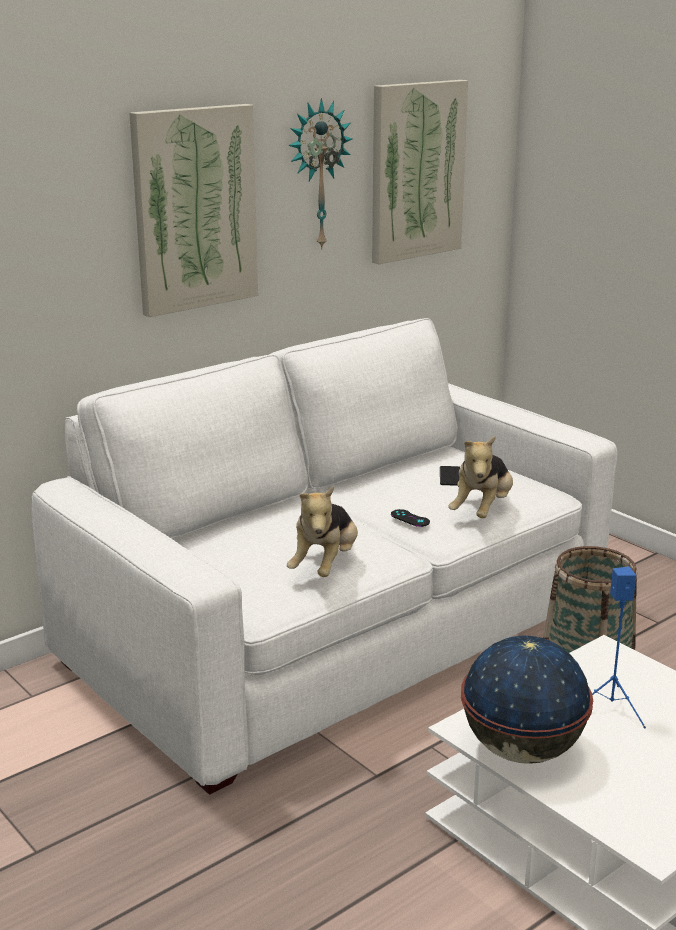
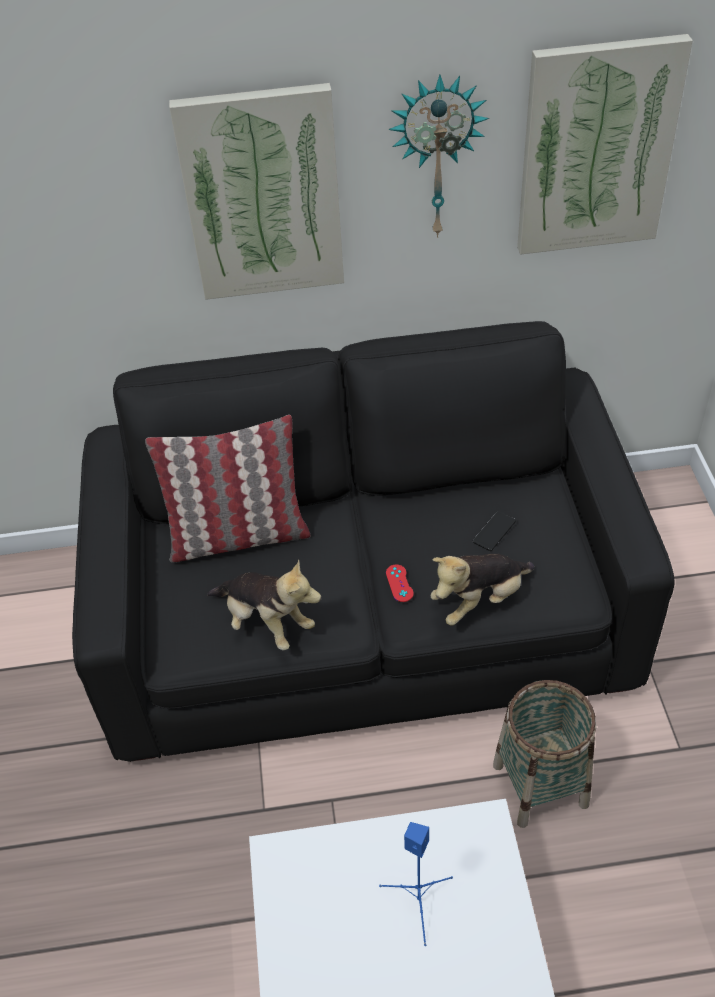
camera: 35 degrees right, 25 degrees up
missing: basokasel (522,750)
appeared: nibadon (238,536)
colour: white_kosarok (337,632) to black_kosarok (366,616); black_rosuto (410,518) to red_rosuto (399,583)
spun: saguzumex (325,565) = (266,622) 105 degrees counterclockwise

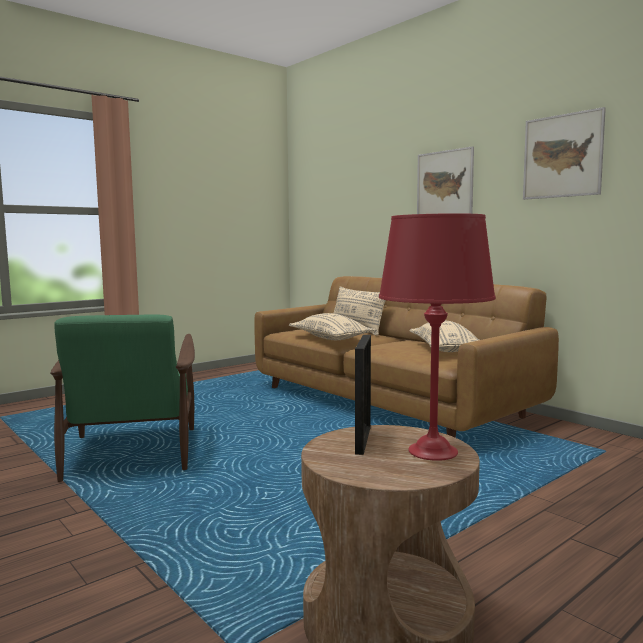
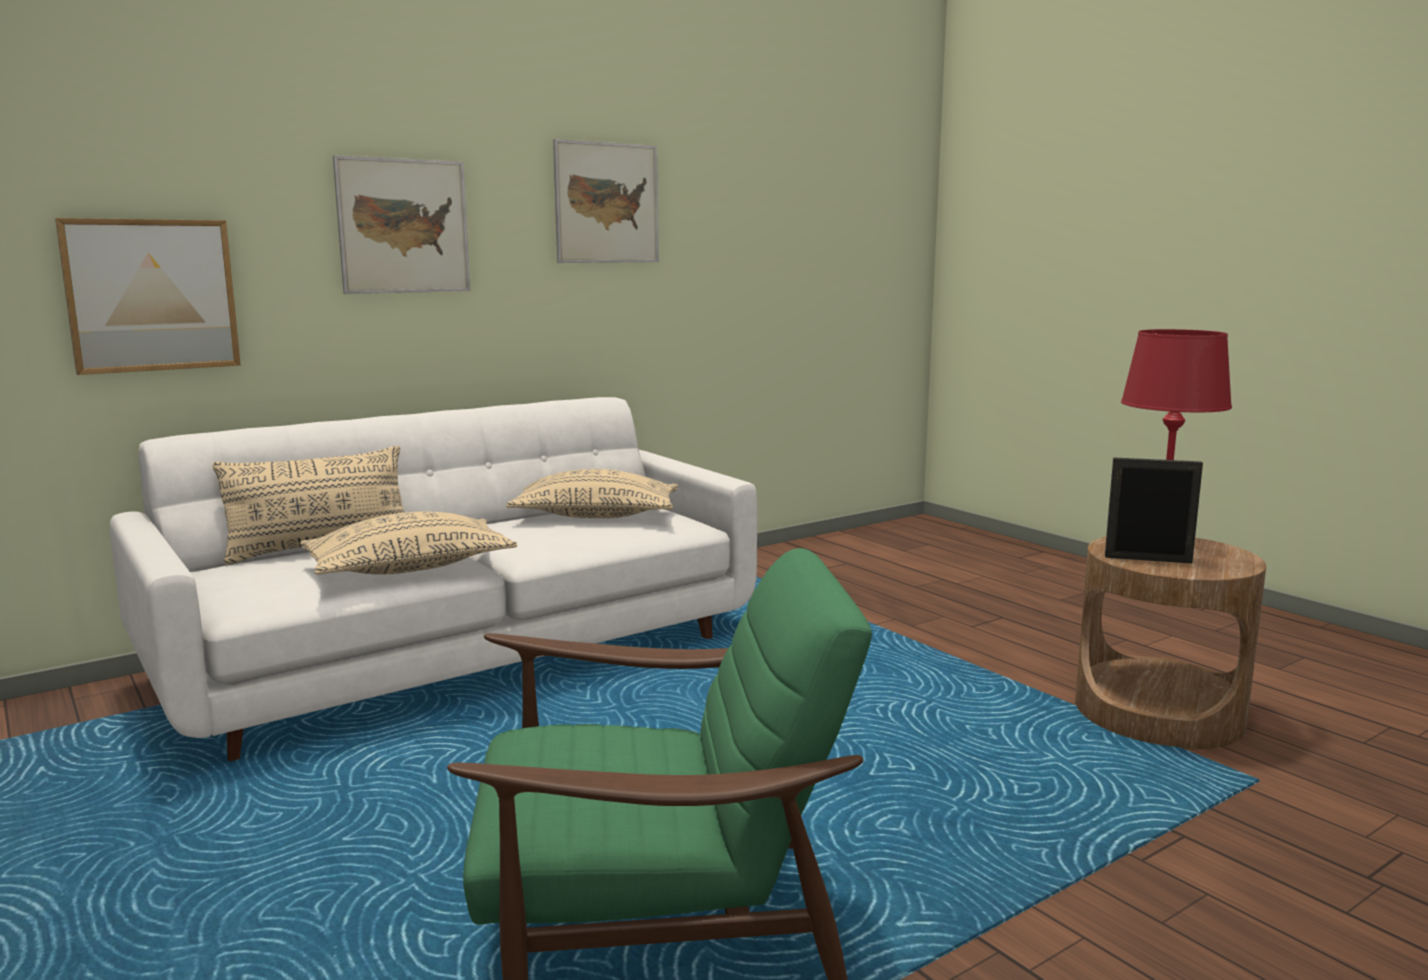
camera: 85 degrees left, 5 degrees up
appeared: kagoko (151,295)
colour: brown_kosarok (389,401) to white_kosarok (460,655)

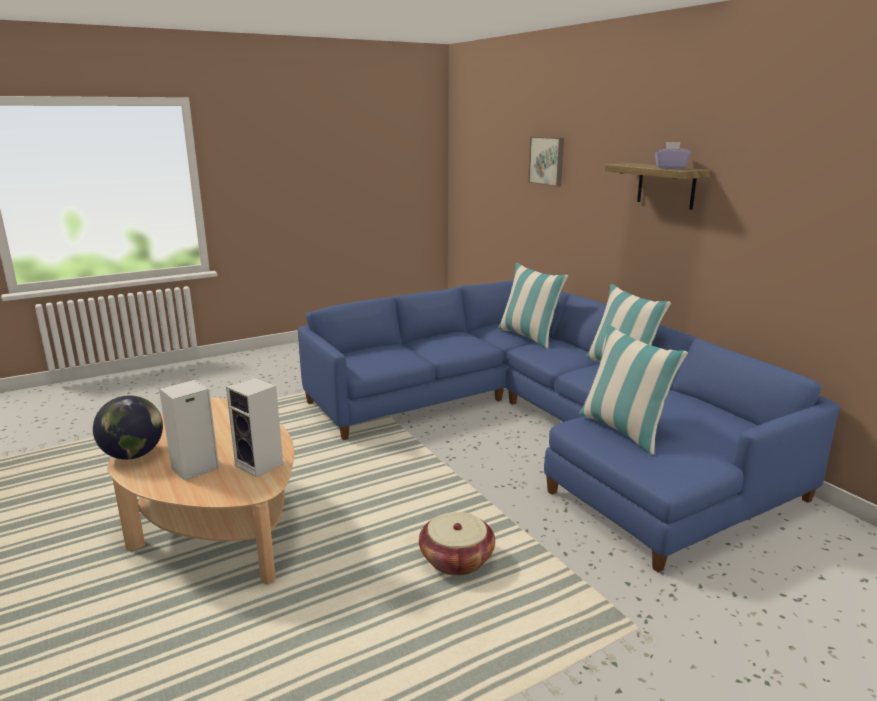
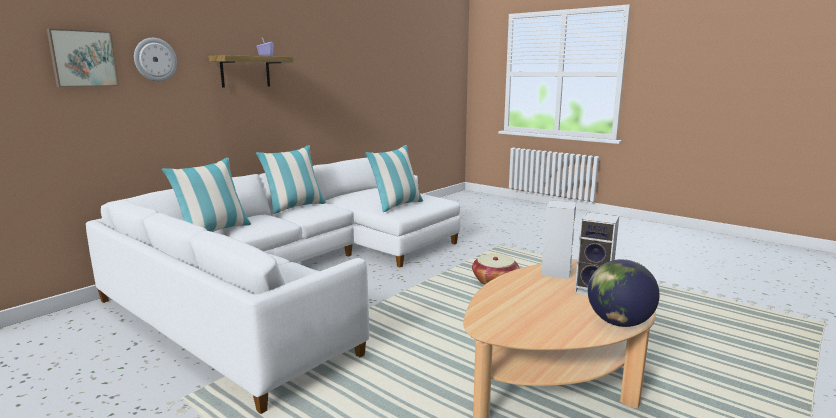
camera: 110 degrees left, 5 degrees down
appeared: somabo (155,59)
colour: blue_kosarok (542,426) to white_kosarok (298,276)

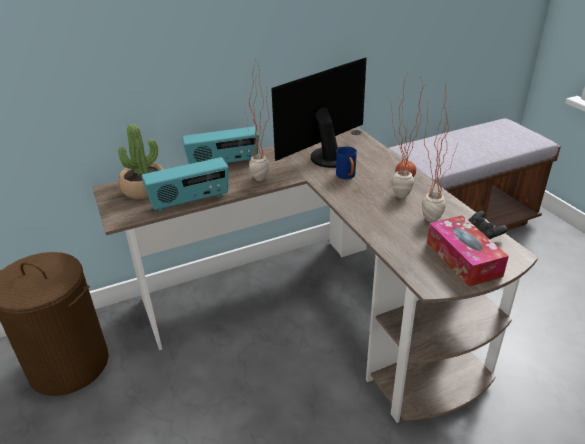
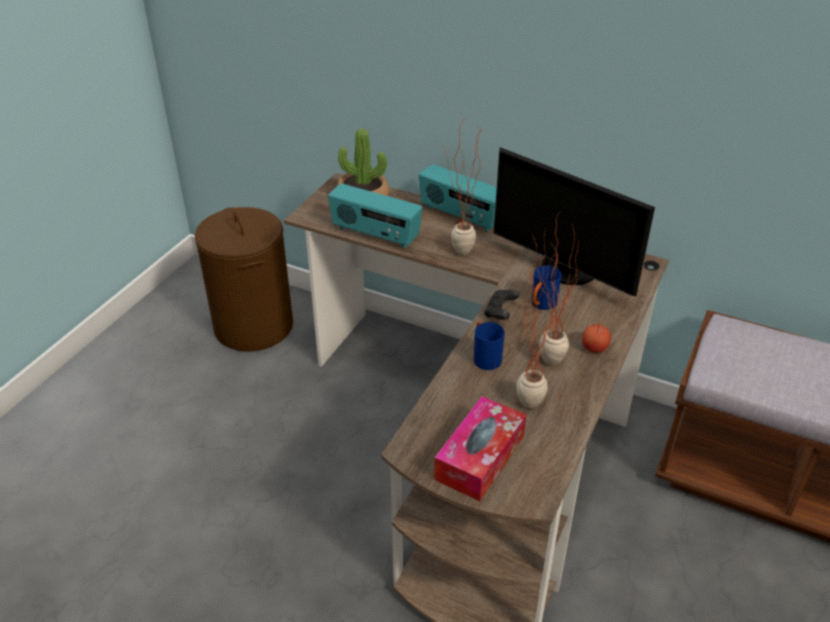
camera: 50 degrees right, 5 degrees up
appeared: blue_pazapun (484,357)
relocated: black_rosuto (484,233) to (500,312)
spun: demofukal (327,156) = (566,271) 150 degrees counterclockwise

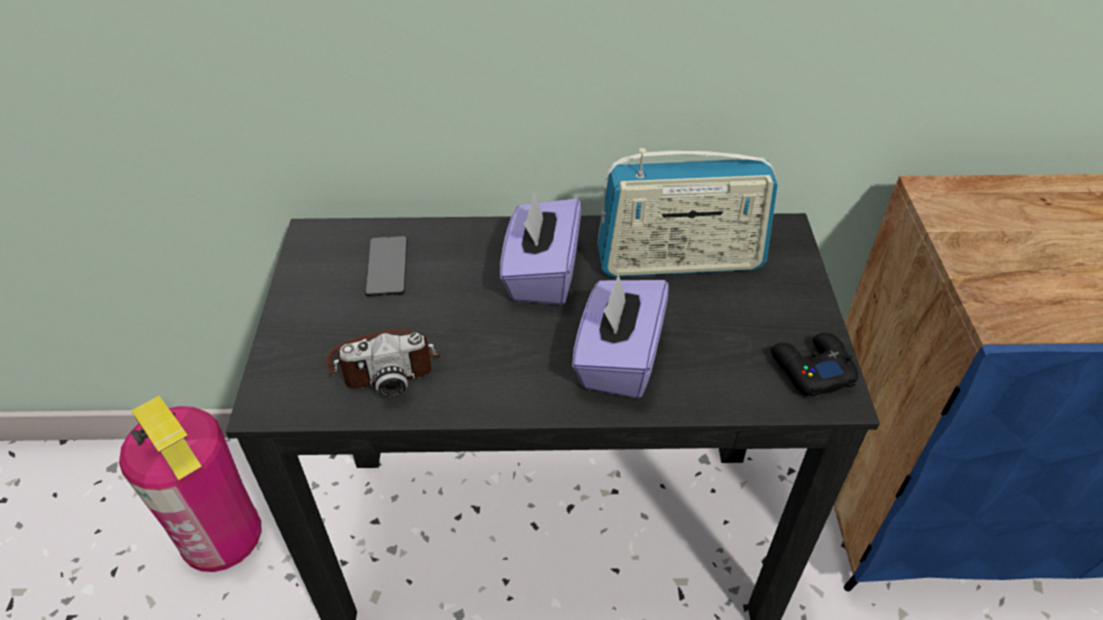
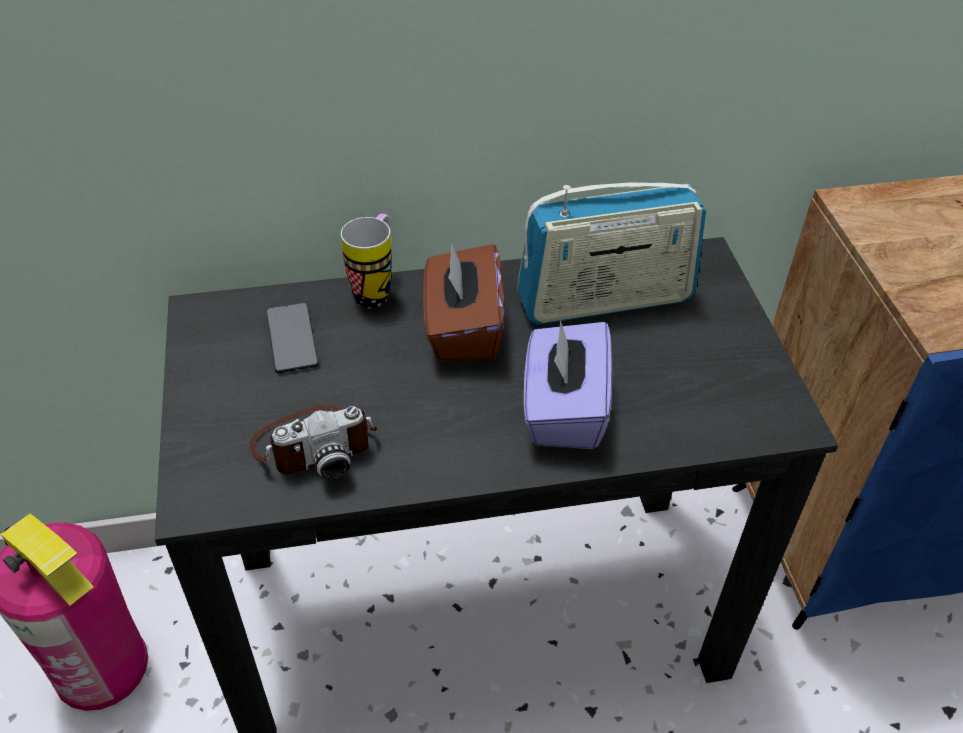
camera: 10 degrees left, 0 degrees up
missing: black_rosuto (811,369)
appeared: pazapun (376,289)
colour: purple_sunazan (541,274) to brown_sunazan (462,329)

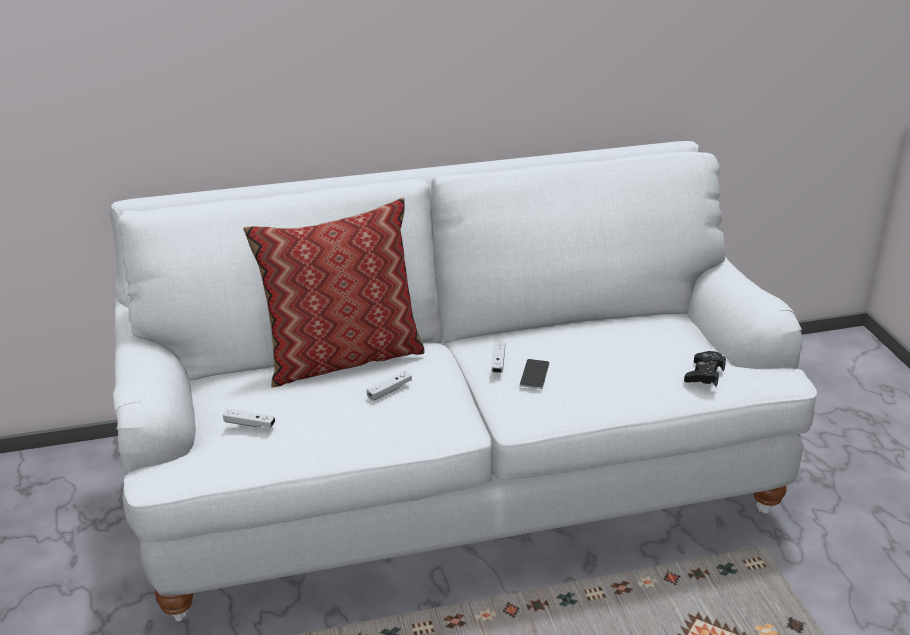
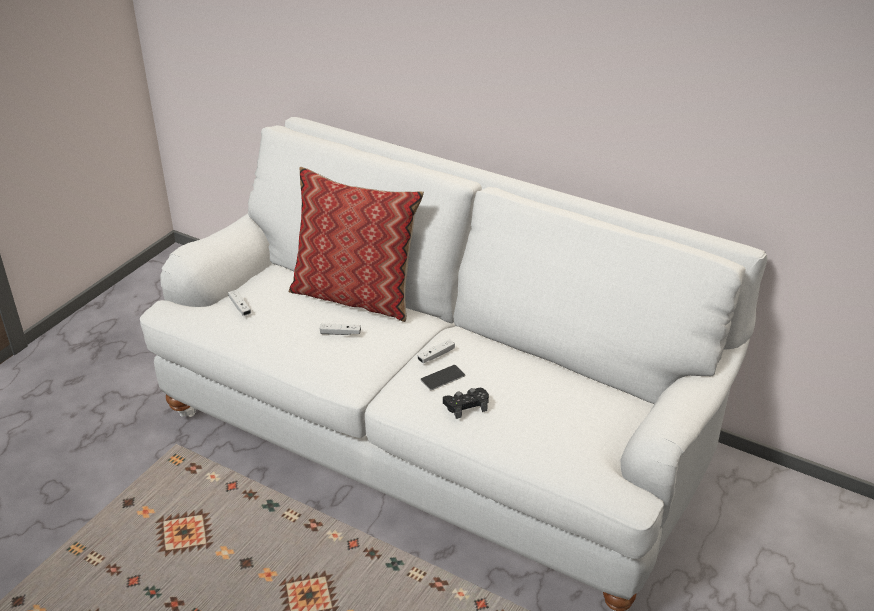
camera: 45 degrees right, 5 degrees up
relocated: black_rosuto (704,374) to (466,406)

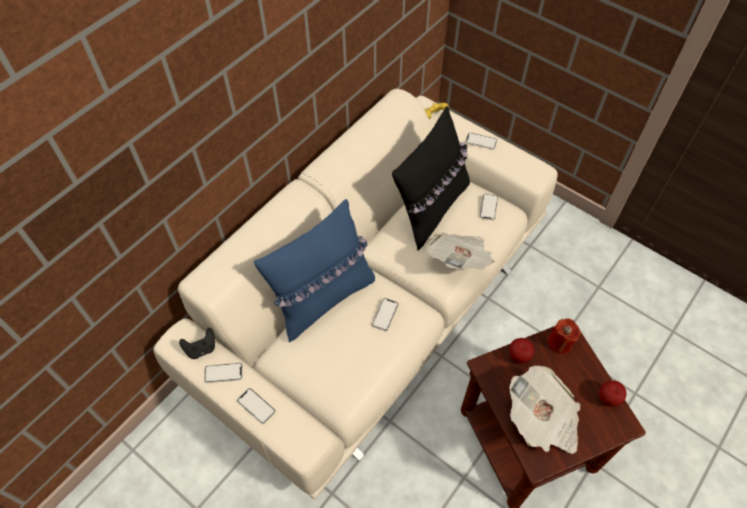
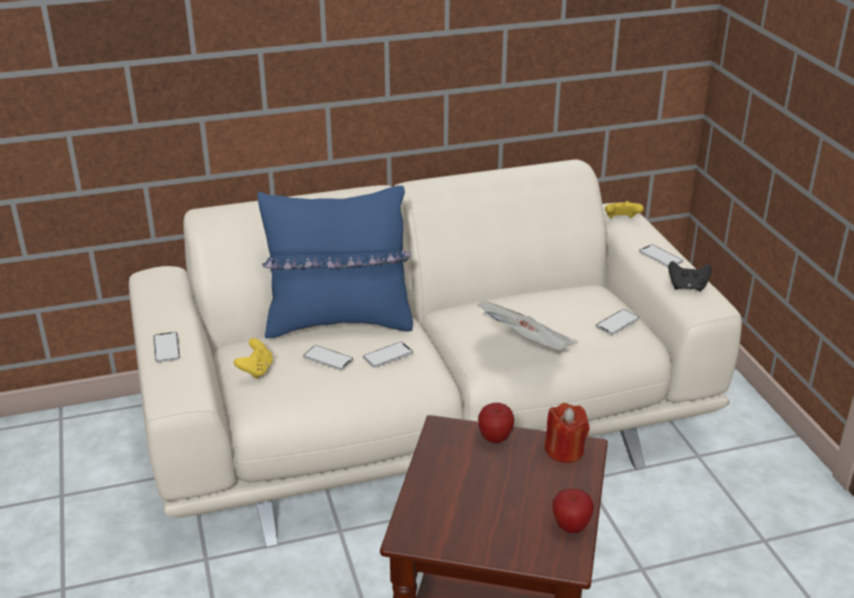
camera: 35 degrees right, 25 degrees down
missing: black_nibadon (430,208); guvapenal (542,420)
appeared: yellow_rosuto (256,370)
relocated: black_rosuto (201,349) to (687,287); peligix (223,373) to (328,359)

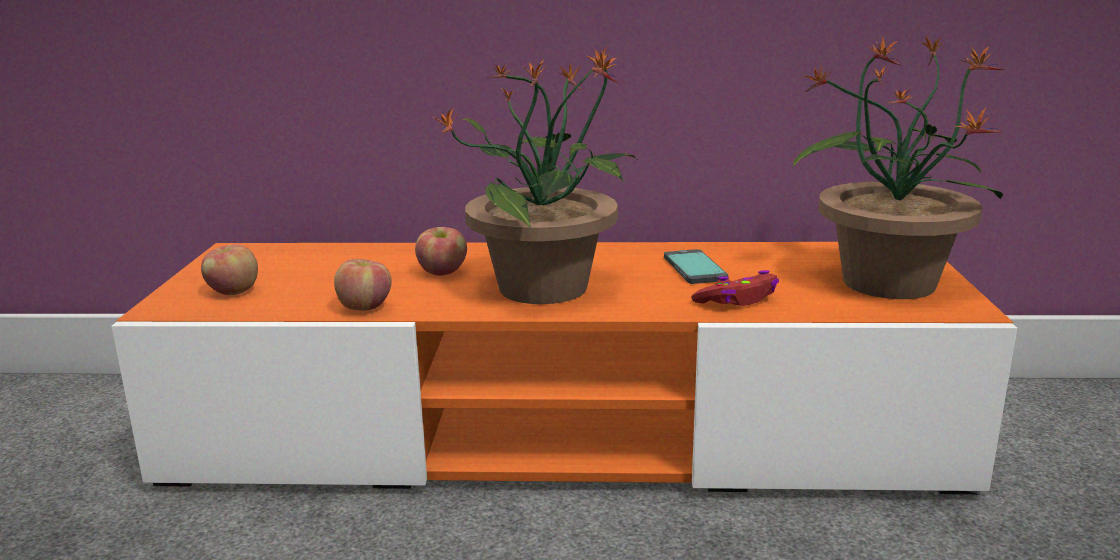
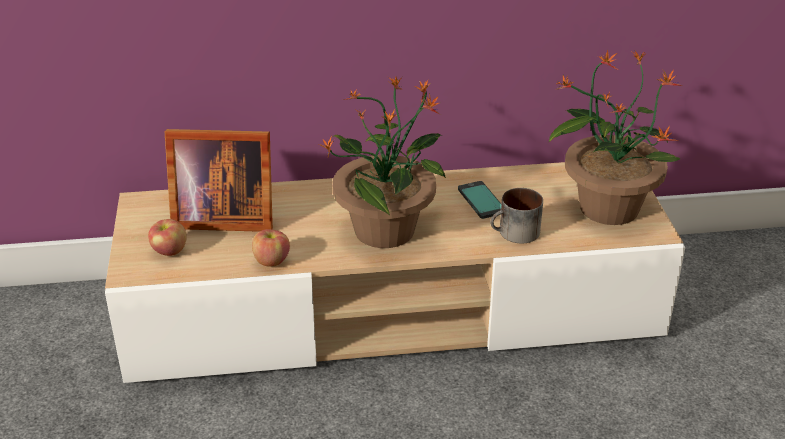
camera: 10 degrees left, 15 degrees up
missing: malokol (442,272)
appeared: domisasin (221,217)
exchanged: red_rosuto (738,300) to pazapun (515,234)
colour: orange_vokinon (562,434) to beige_vokinon (392,311)

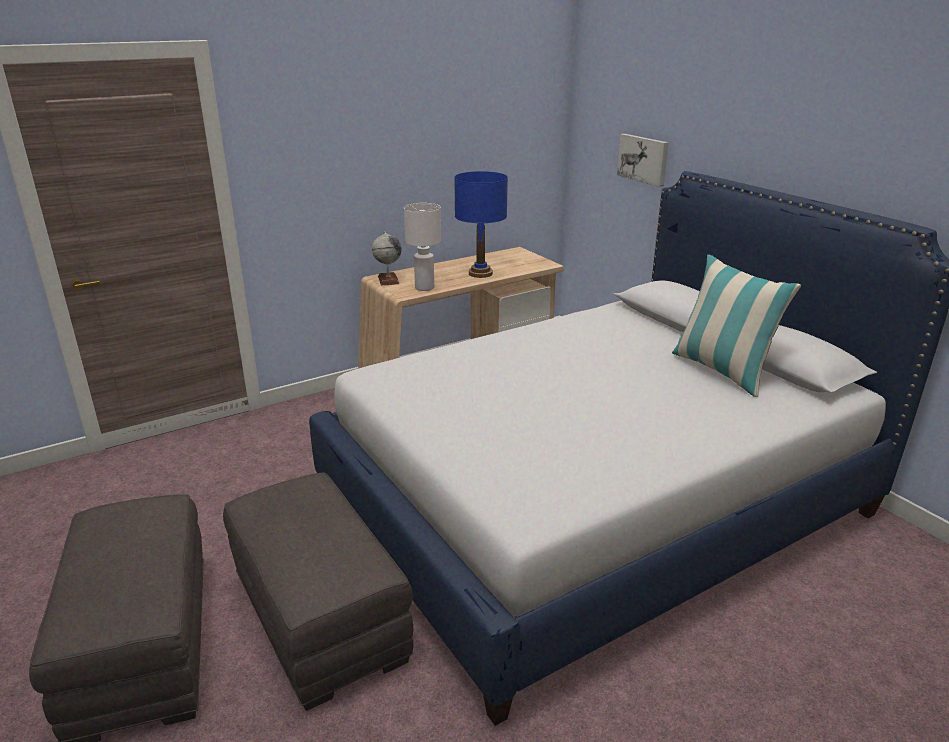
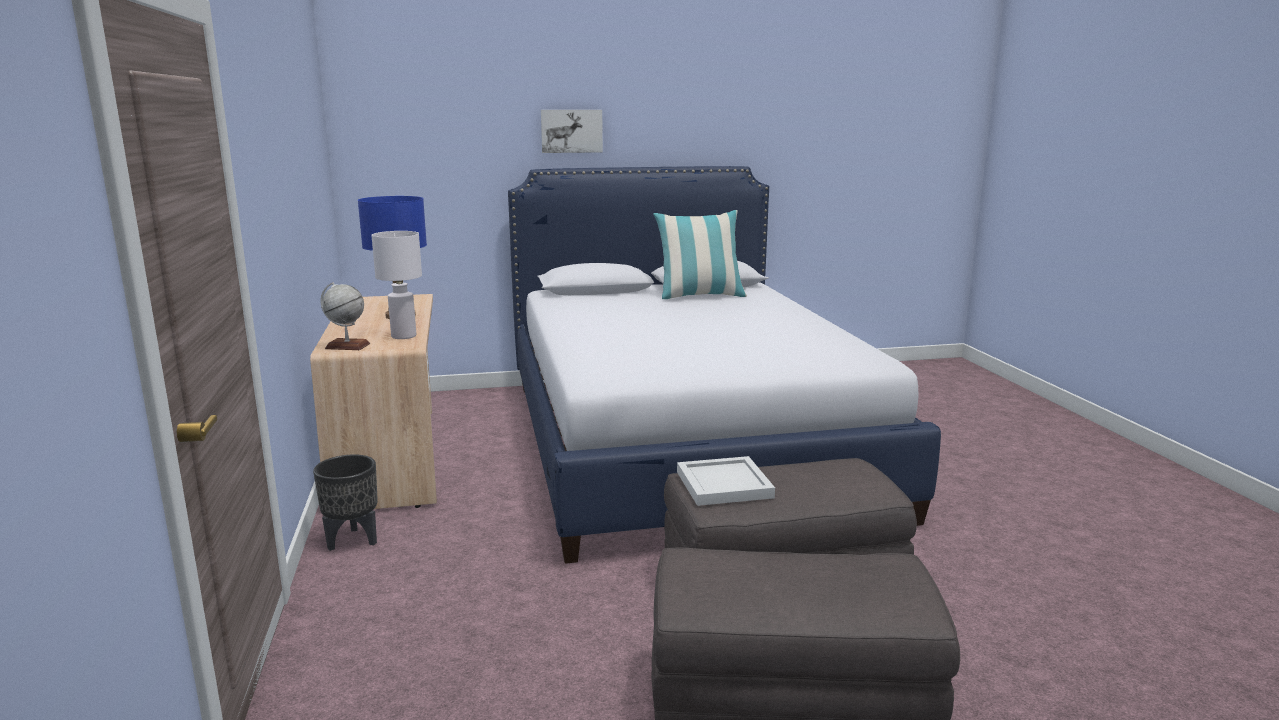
camera: 70 degrees left, 10 degrees down
appeared: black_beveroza (353,541); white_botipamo (723,485)
relocated: kagoko (644,159) to (571,131)

